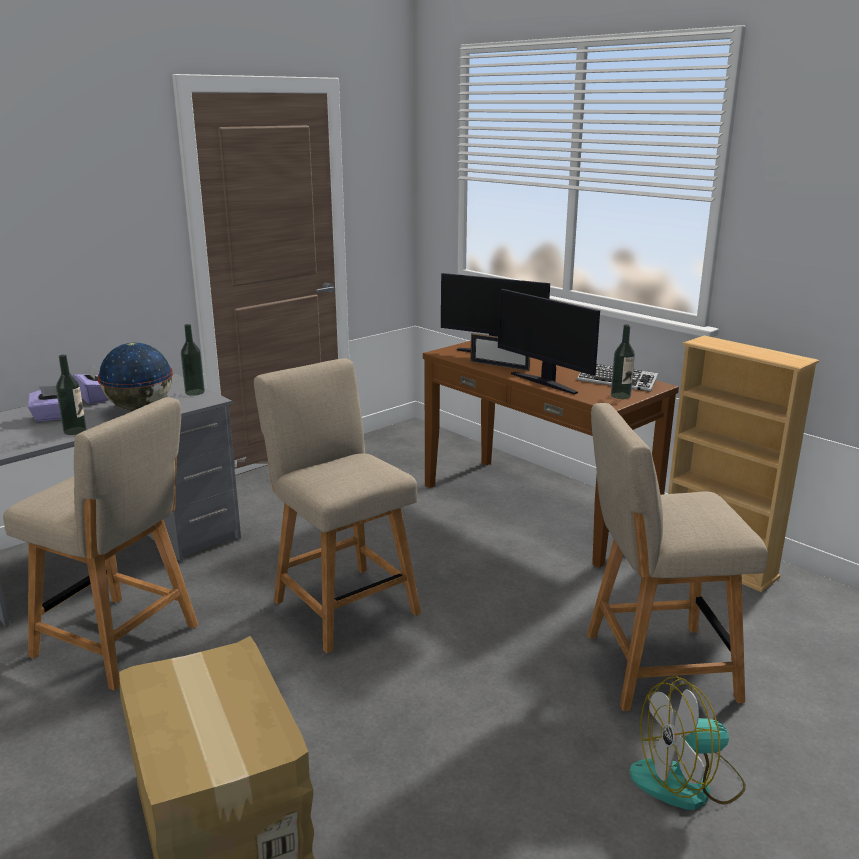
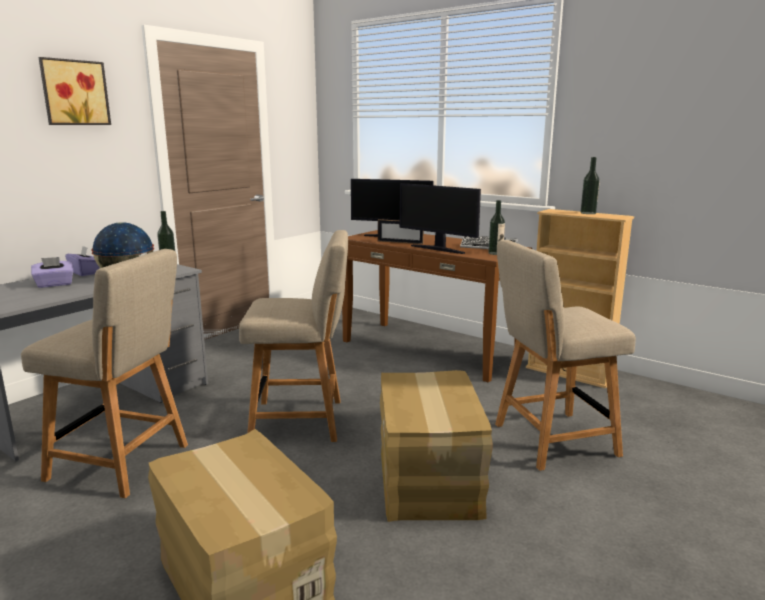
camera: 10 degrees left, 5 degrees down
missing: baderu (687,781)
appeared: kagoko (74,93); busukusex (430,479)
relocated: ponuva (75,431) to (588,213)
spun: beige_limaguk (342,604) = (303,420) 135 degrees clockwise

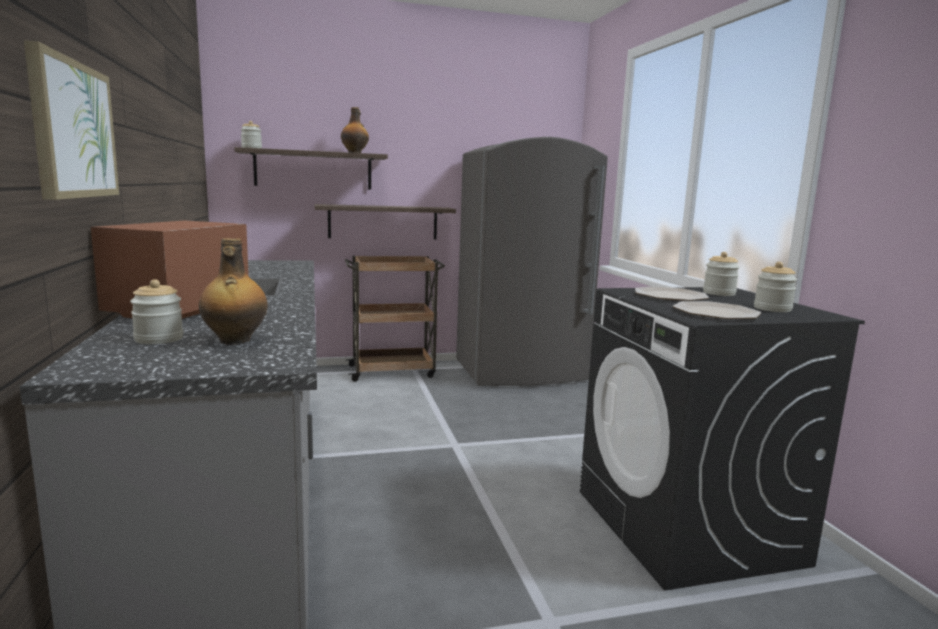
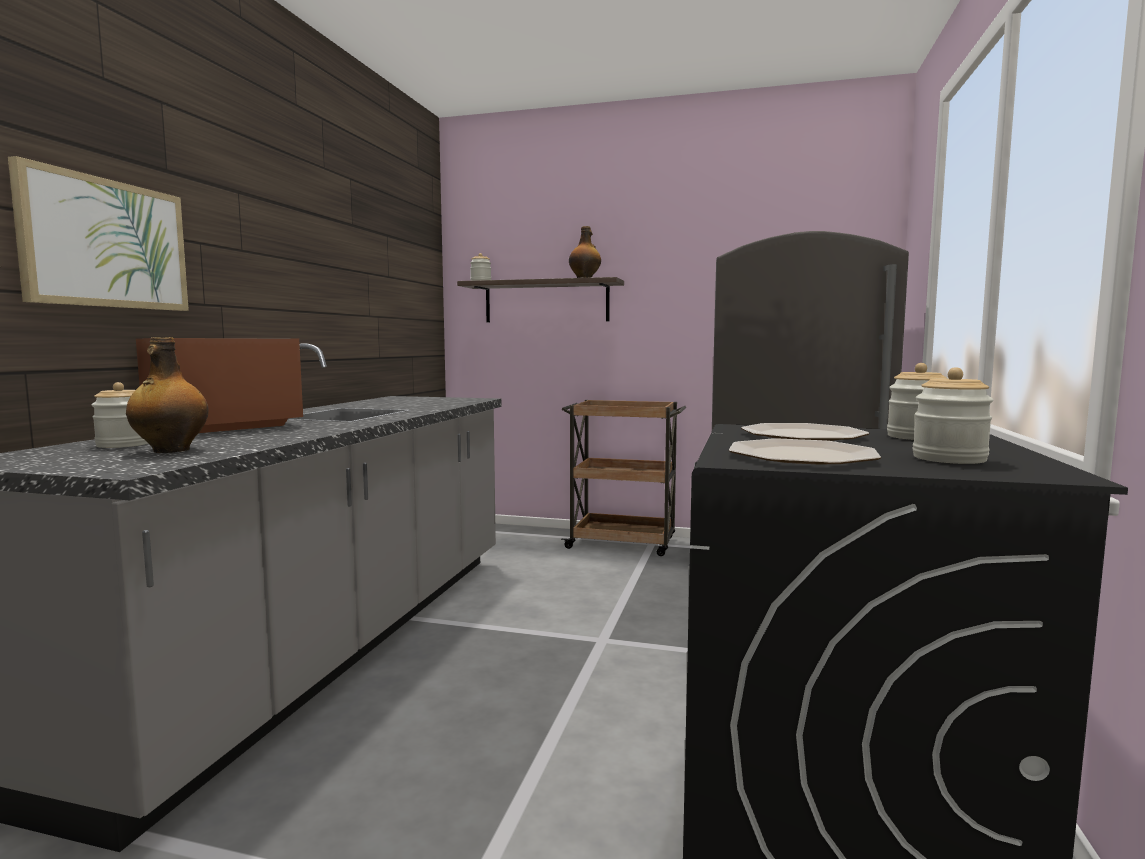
camera: 30 degrees right, 5 degrees down
missing: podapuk (383,222)

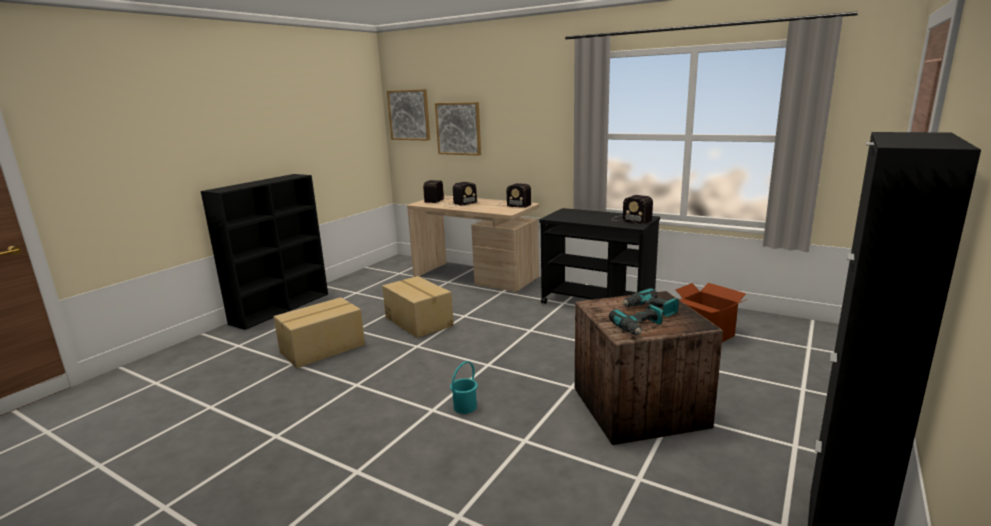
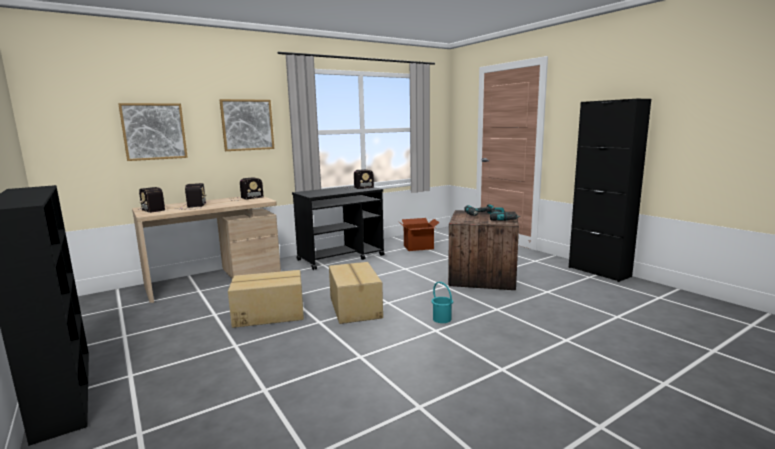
camera: 65 degrees left, 5 degrees down
relocated: busukusex (323,349) to (356,307); kagoko (409,115) to (247,125)

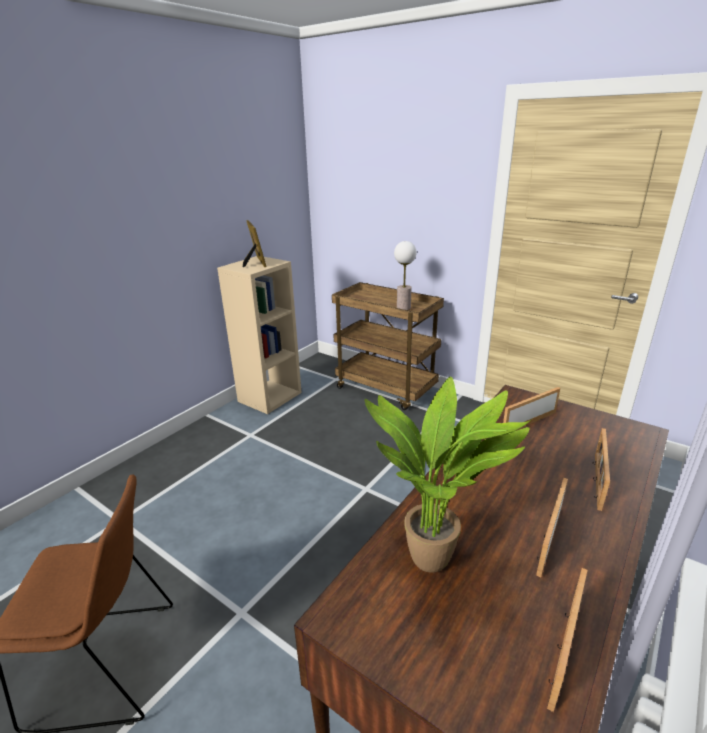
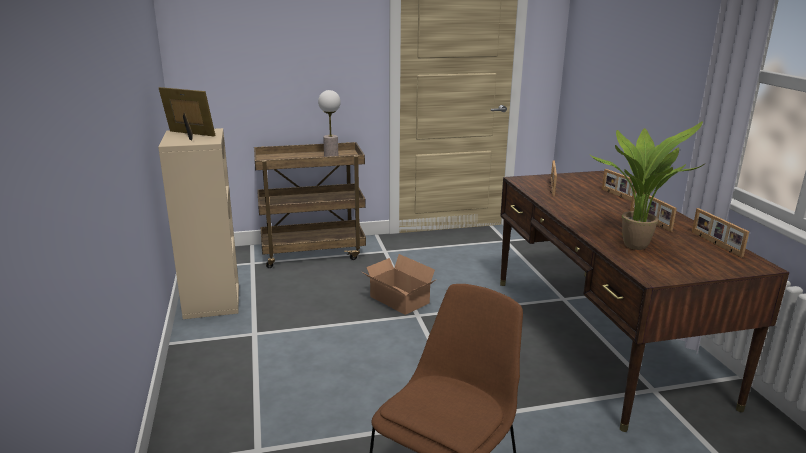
camera: 50 degrees left, 5 degrees down
appeared: busukusex (398,301)

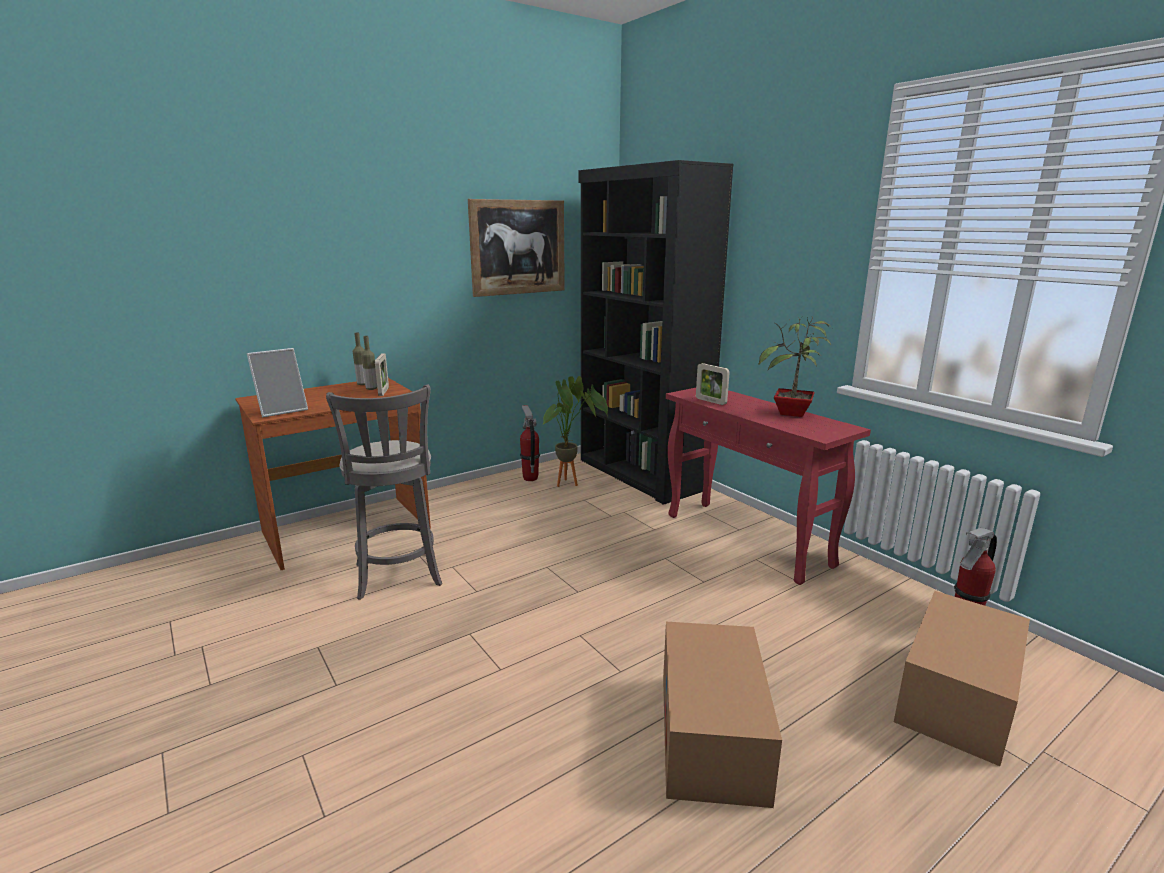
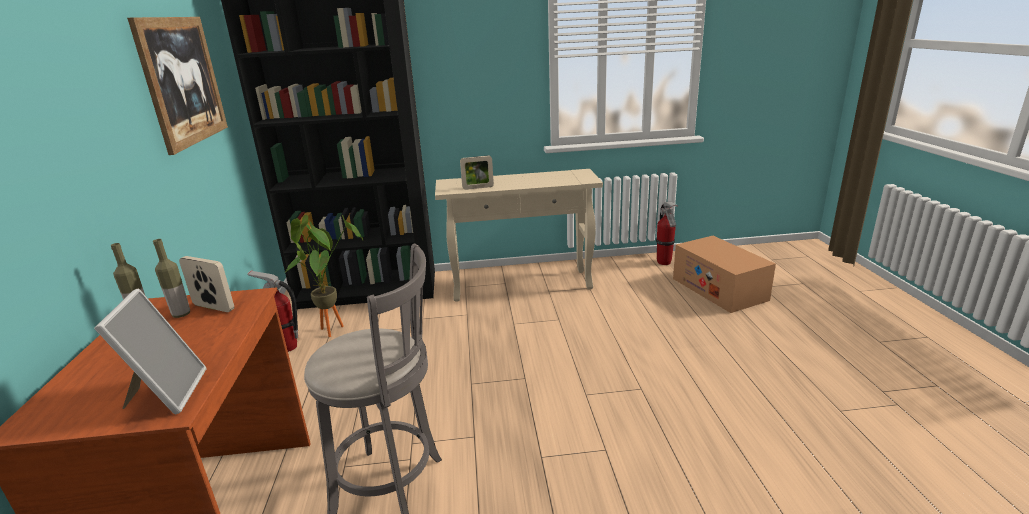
camera: 60 degrees left, 5 degrees up
missing: busukusex (711,735); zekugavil (792,414)
colour: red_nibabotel (748,540) to beige_nibabotel (522,285)

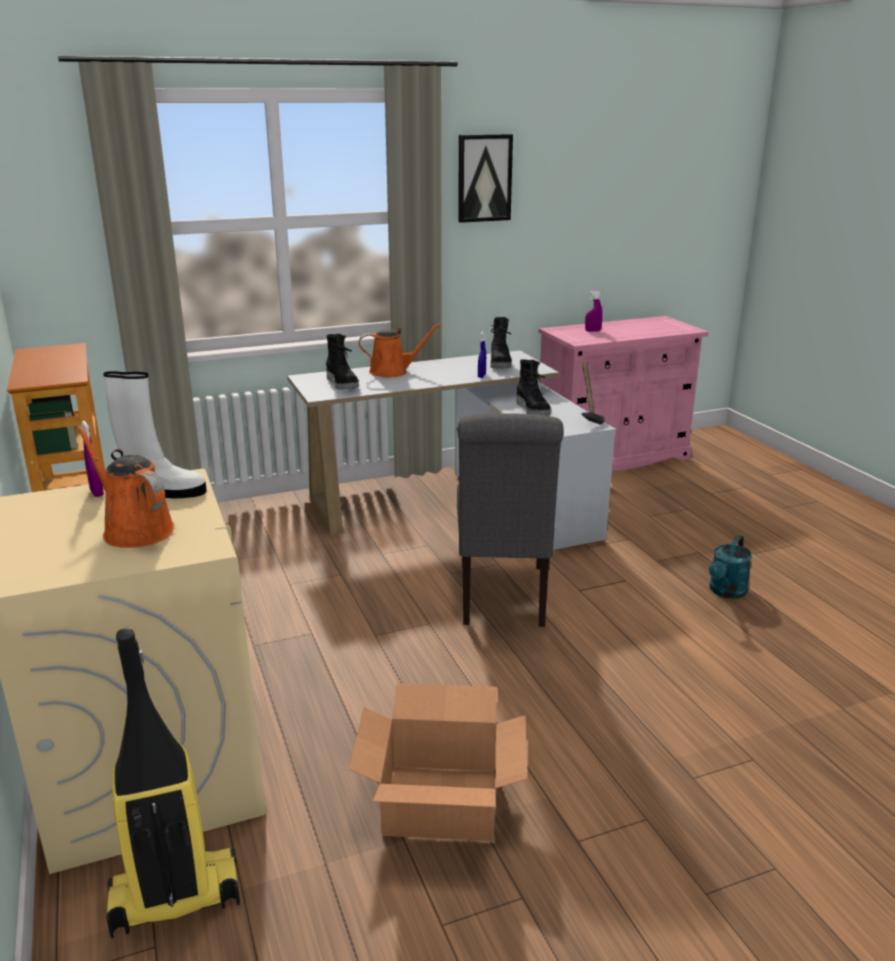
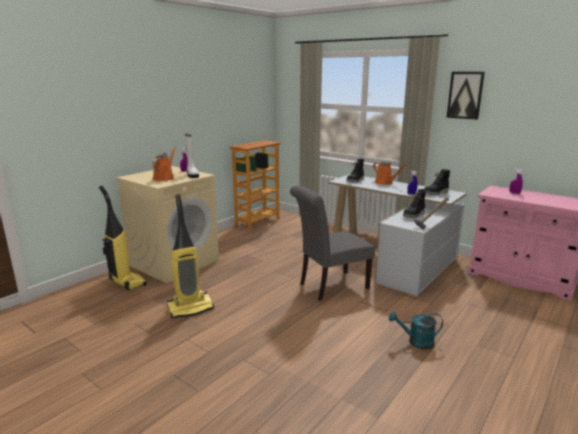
camera: 60 degrees right, 5 degrees down
exchanged: busukusex (440,800) to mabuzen (190,308)

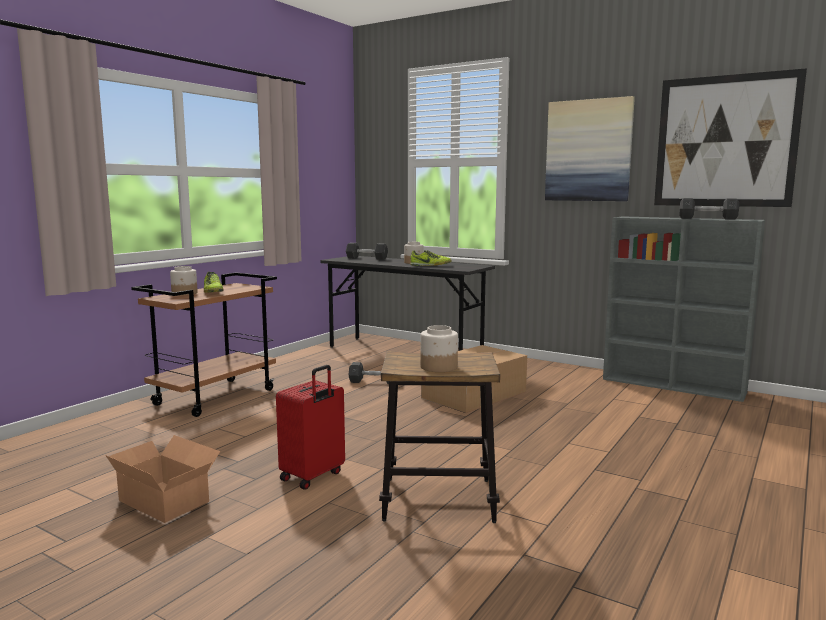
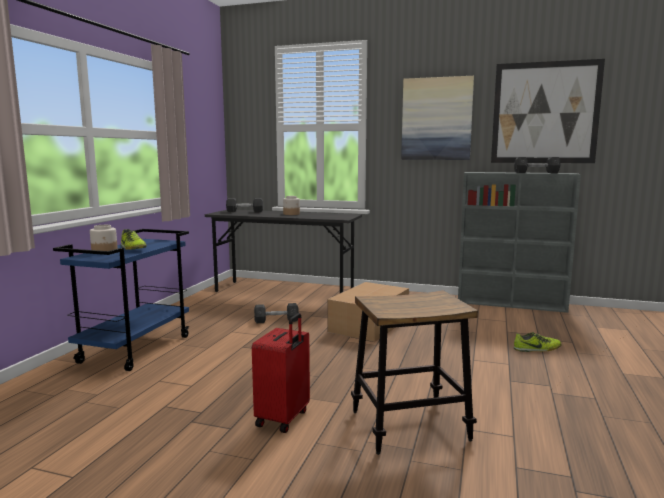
camera: 15 degrees left, 0 degrees up
missing: busukusex (165,499); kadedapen (438,367)
relocated: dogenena (430,265) to (537,349)
colour: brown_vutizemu (215,397) to blue_vutizemu (136,349)

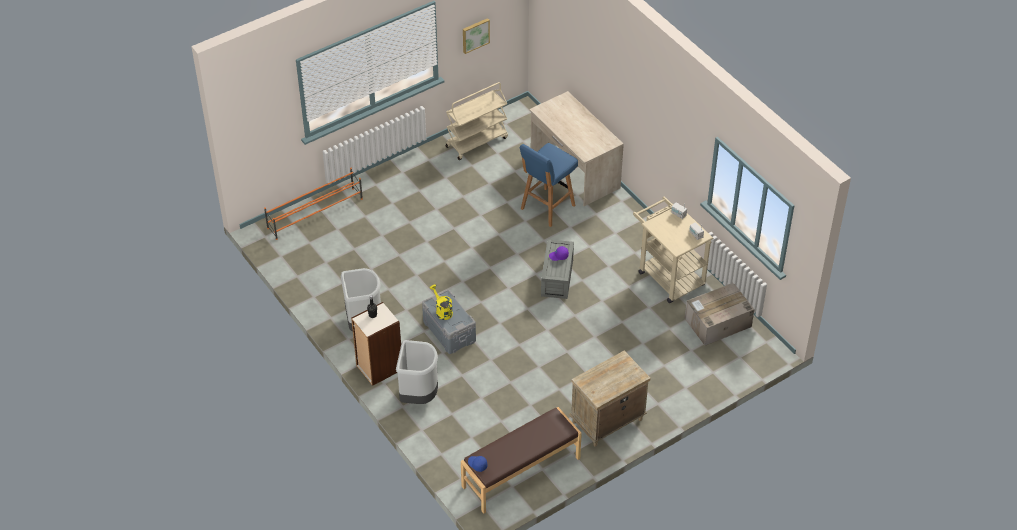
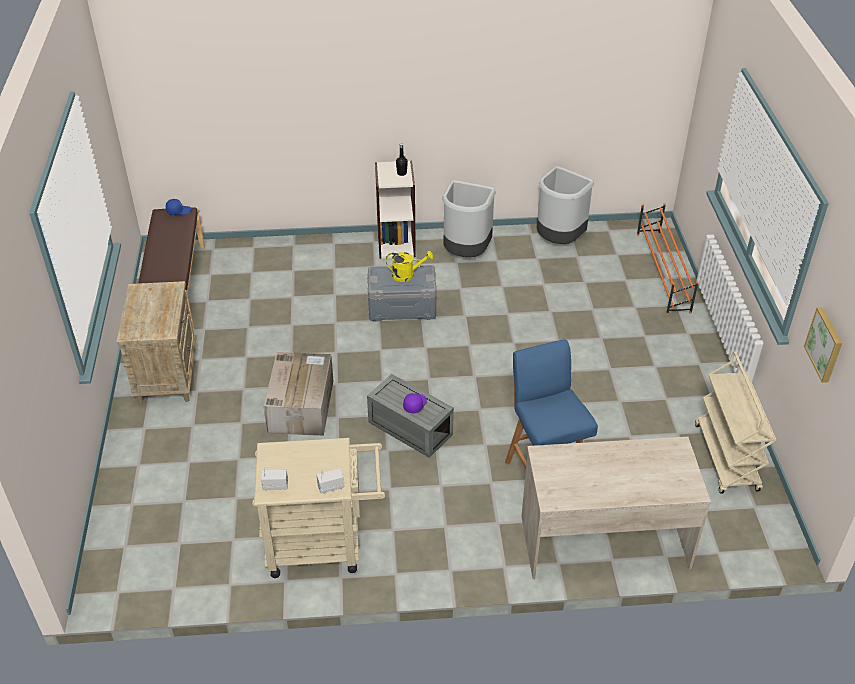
camera: 120 degrees right, 5 degrees down
relocated: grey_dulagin (418,396) to (558,240); busukusex (717,323) to (301,405)

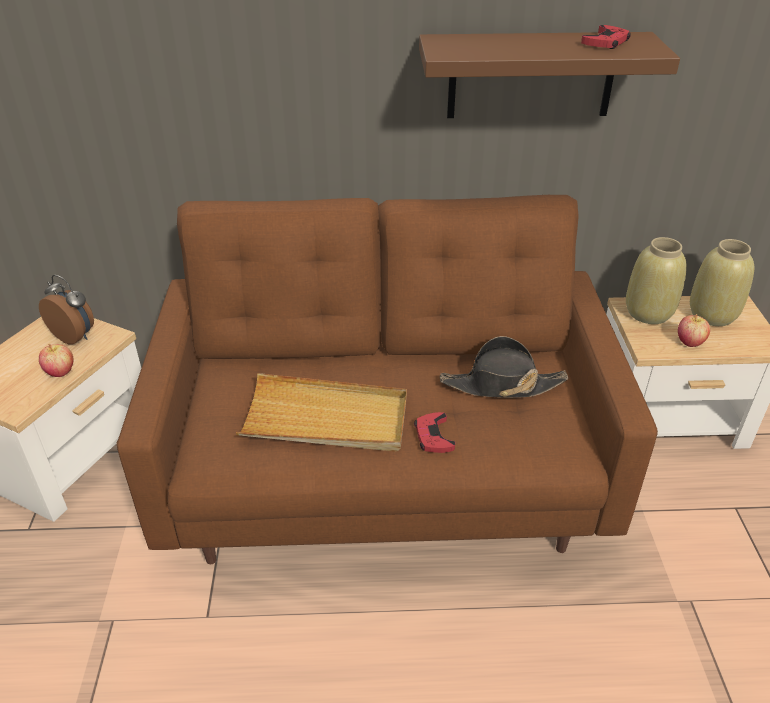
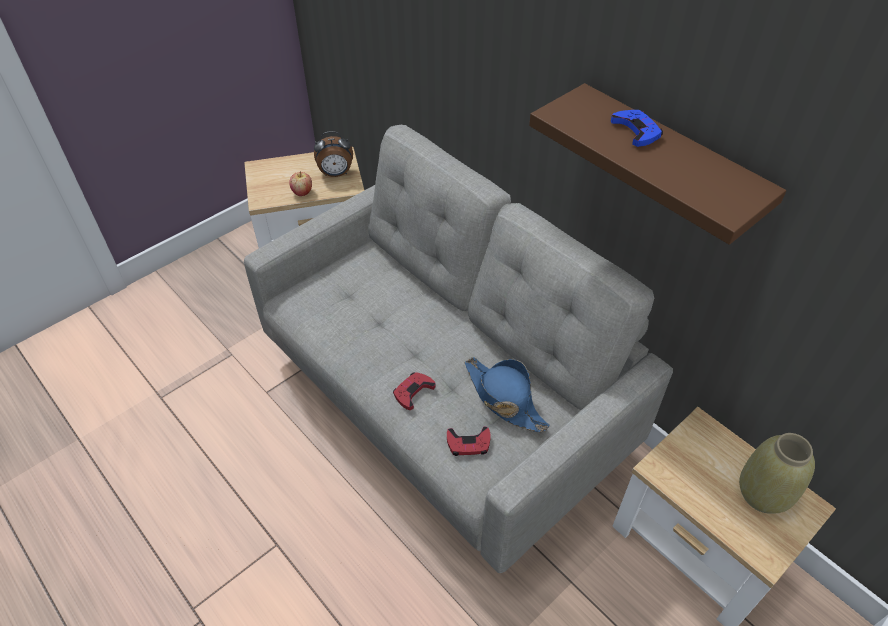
camera: 50 degrees right, 10 degrees up
missing: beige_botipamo (326,418); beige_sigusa (647,313); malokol (689,342)
appeared: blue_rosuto (636,131)
relocated: red_rosuto (606,42) to (468,443)
colour: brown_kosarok (386,478) to grey_kosarok (444,404); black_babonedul (502,385) to blue_babonedul (504,398)
spun: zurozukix (75,336) = (336,174) 90 degrees clockwise

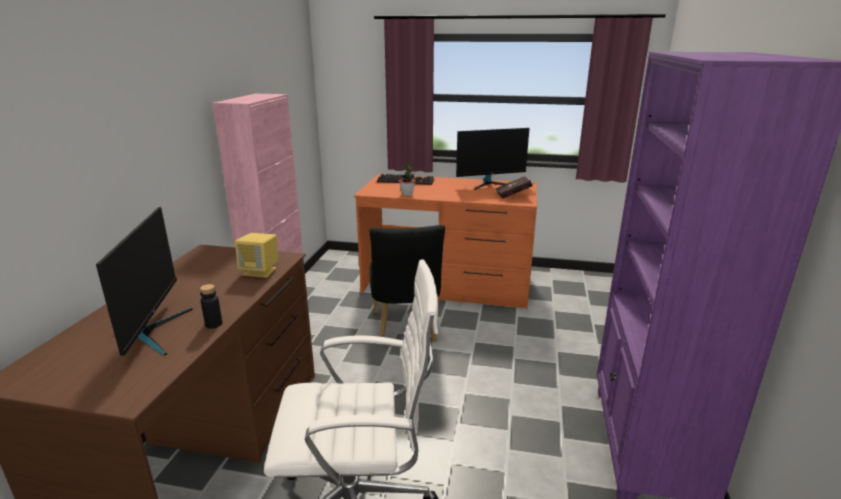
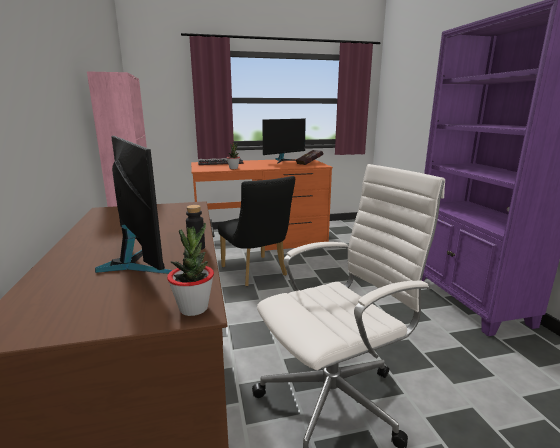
camera: 25 degrees left, 5 degrees down
missing: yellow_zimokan (260,271)
appeared: zekugavil (194,308)

